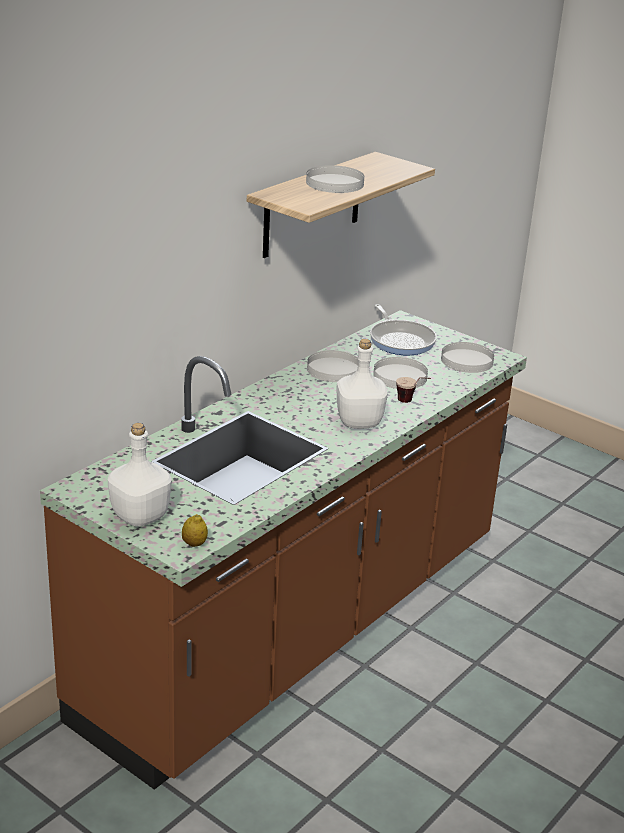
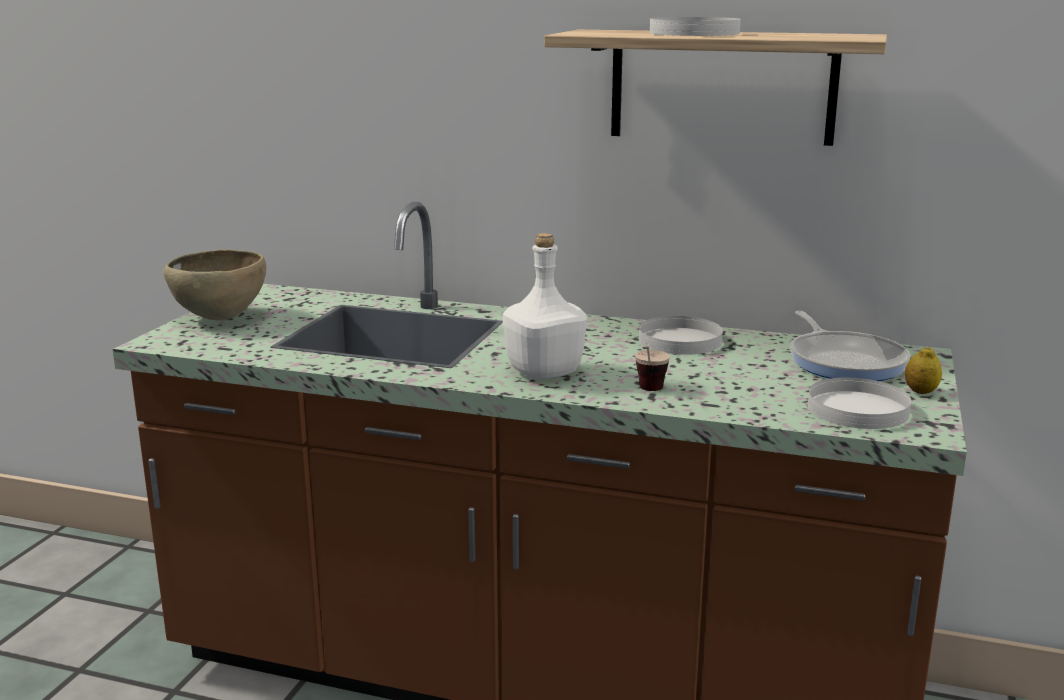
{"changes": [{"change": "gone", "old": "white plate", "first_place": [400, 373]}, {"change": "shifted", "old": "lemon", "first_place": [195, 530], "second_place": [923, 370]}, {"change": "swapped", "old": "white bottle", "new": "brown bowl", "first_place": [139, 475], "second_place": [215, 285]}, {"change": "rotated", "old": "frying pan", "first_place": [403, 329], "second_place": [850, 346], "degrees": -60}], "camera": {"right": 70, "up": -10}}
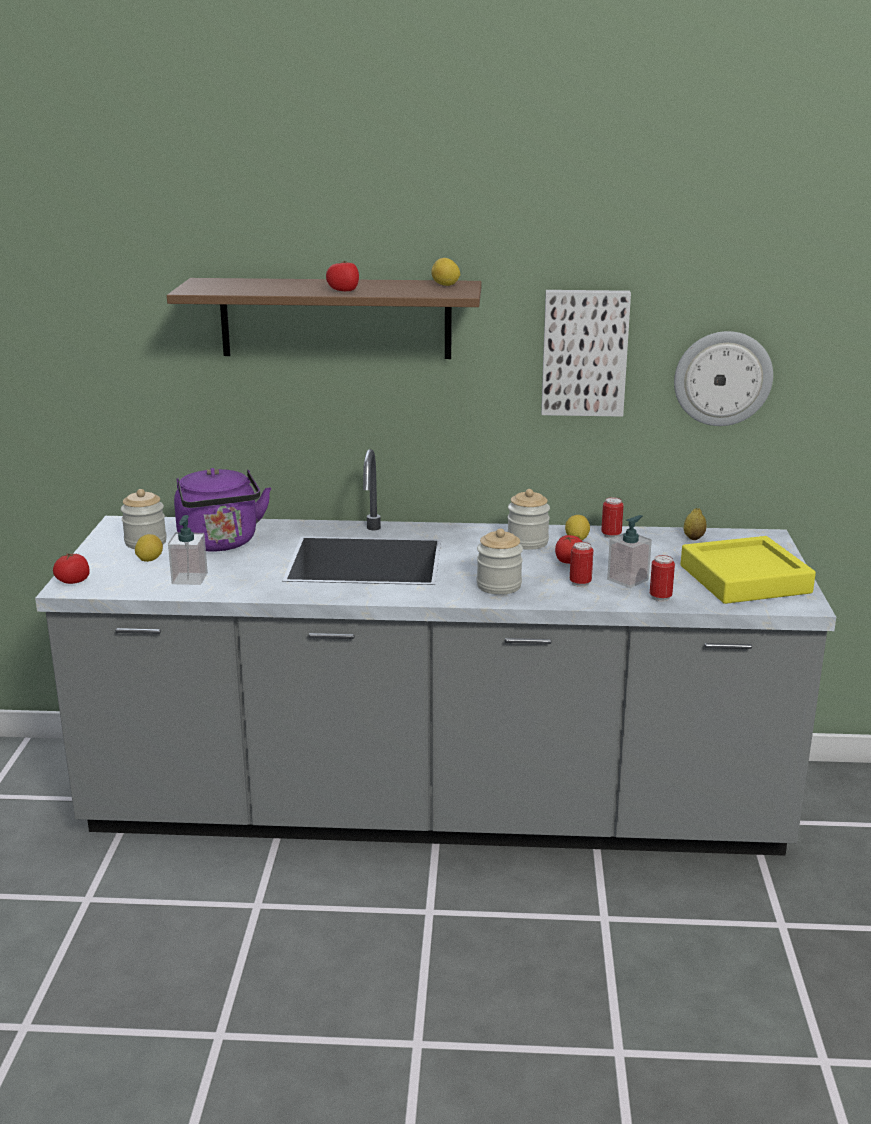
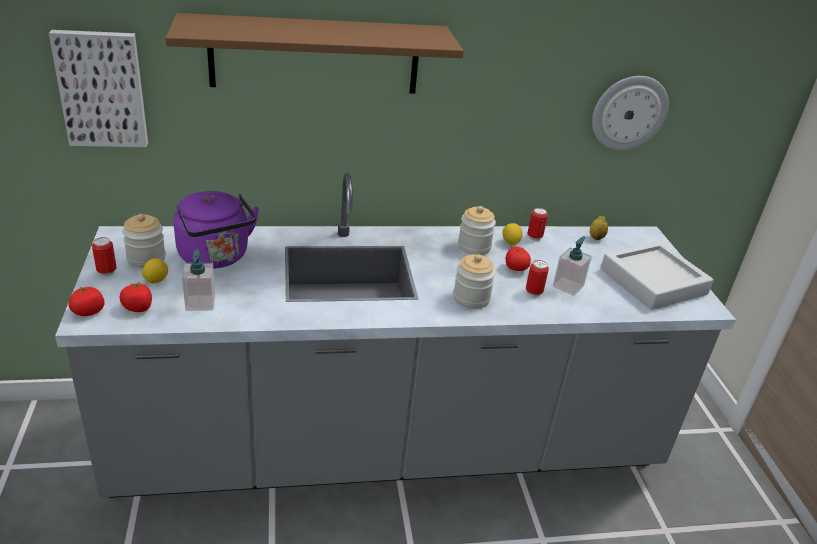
{"changes": [{"change": "gone", "old": "lemon", "first_place": [445, 272]}, {"change": "shifted", "old": "tomato", "first_place": [342, 276], "second_place": [136, 296]}, {"change": "shifted", "old": "picture", "first_place": [586, 353], "second_place": [98, 88]}, {"change": "shifted", "old": "can", "first_place": [662, 578], "second_place": [104, 256]}, {"change": "repainted", "old": "yellow tray", "new": "grey tray", "first_place": [748, 570], "second_place": [657, 276]}], "camera": {"right": -15, "up": 10}}
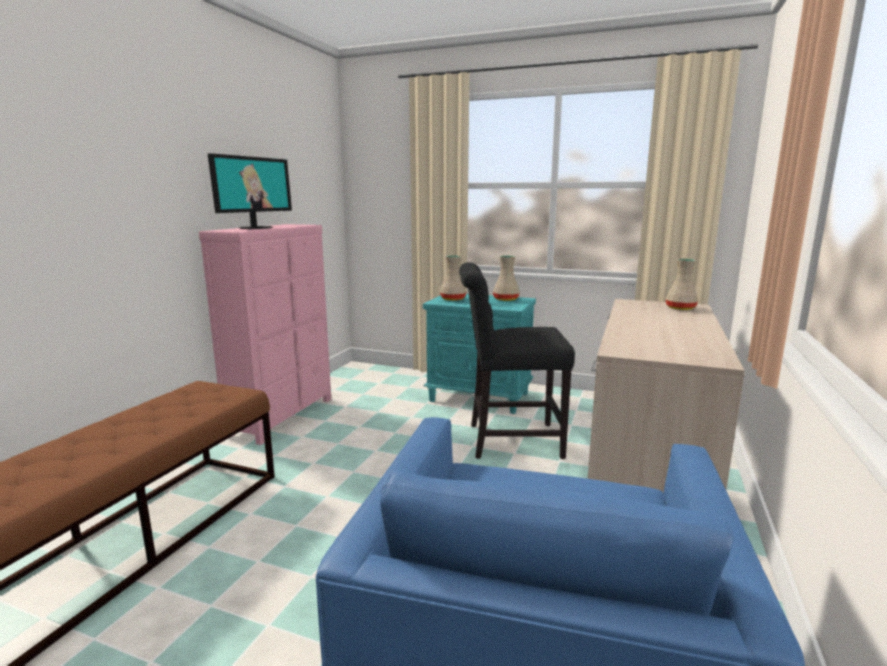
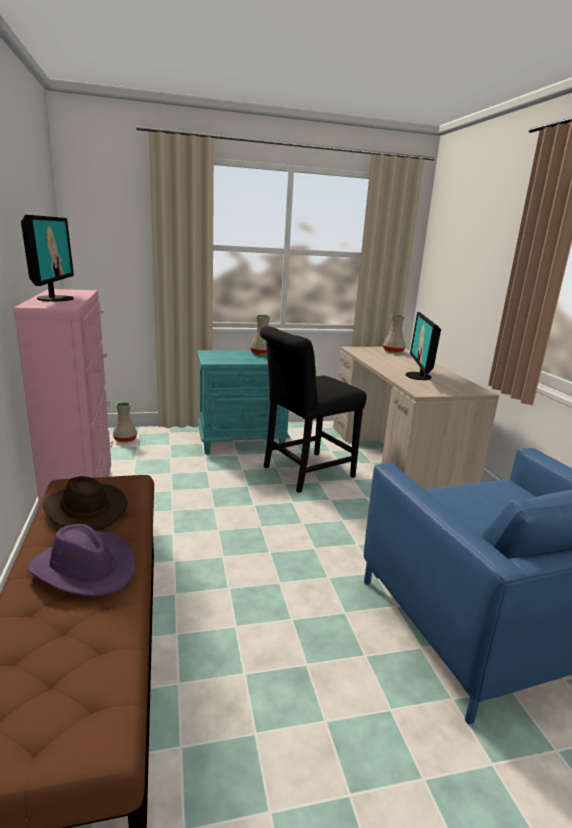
{"changes": [{"change": "new", "new": "purple hat", "second_place": [82, 560]}, {"change": "new", "new": "brown hat", "second_place": [85, 503]}, {"change": "new", "new": "monitor", "second_place": [423, 346]}, {"change": "shifted", "old": "beige vase", "first_place": [453, 278], "second_place": [125, 422]}], "camera": {"right": -35, "up": 5}}
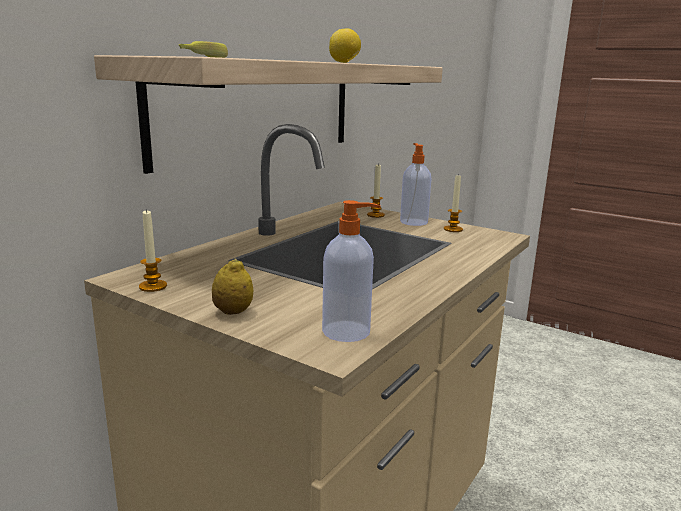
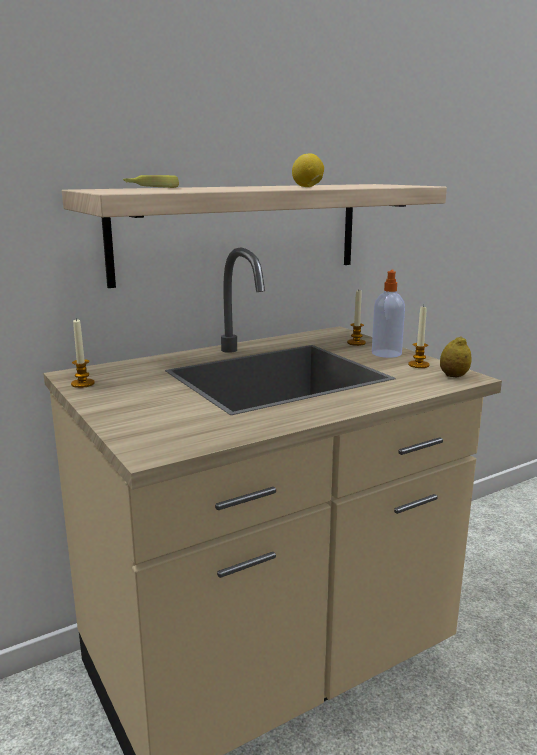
{"changes": [{"change": "gone", "old": "soap dispenser", "first_place": [351, 271]}, {"change": "shifted", "old": "lemon", "first_place": [232, 287], "second_place": [456, 356]}], "camera": {"right": 25, "up": 0}}
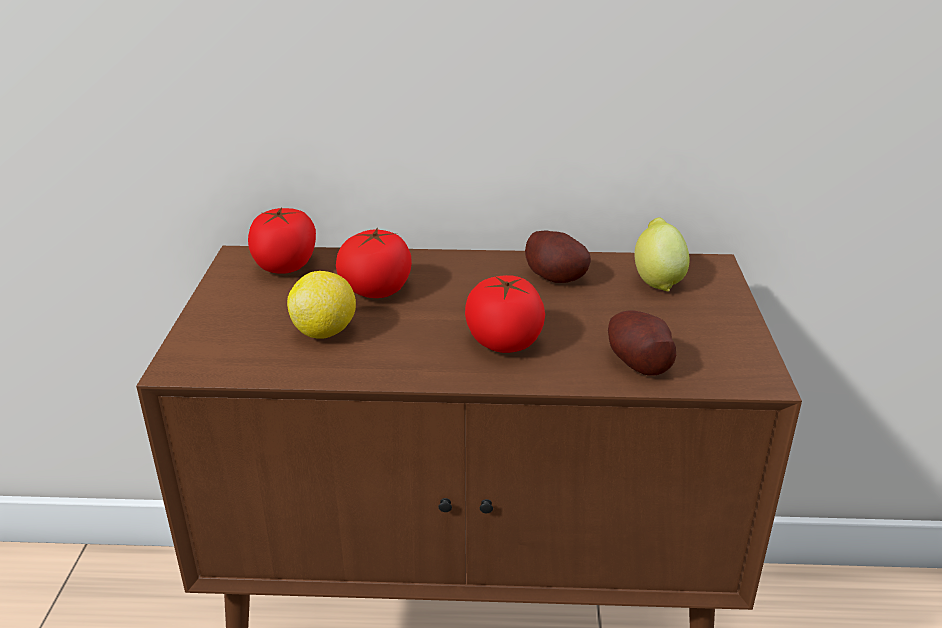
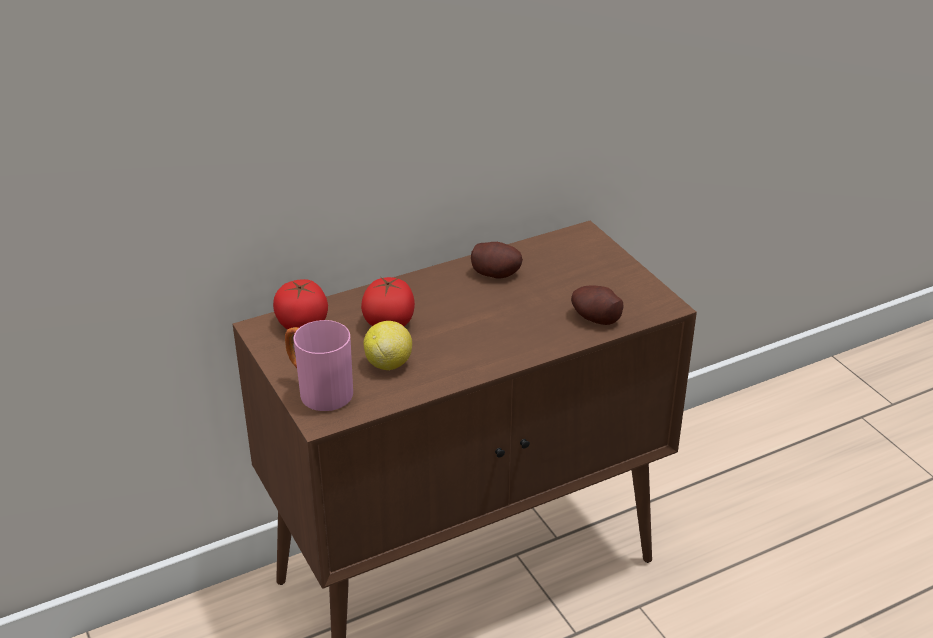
{"changes": [{"change": "gone", "old": "tomato", "first_place": [505, 314]}, {"change": "gone", "old": "lemon", "first_place": [662, 254]}, {"change": "new", "new": "pink mug", "second_place": [319, 365]}], "camera": {"right": -30, "up": 5}}
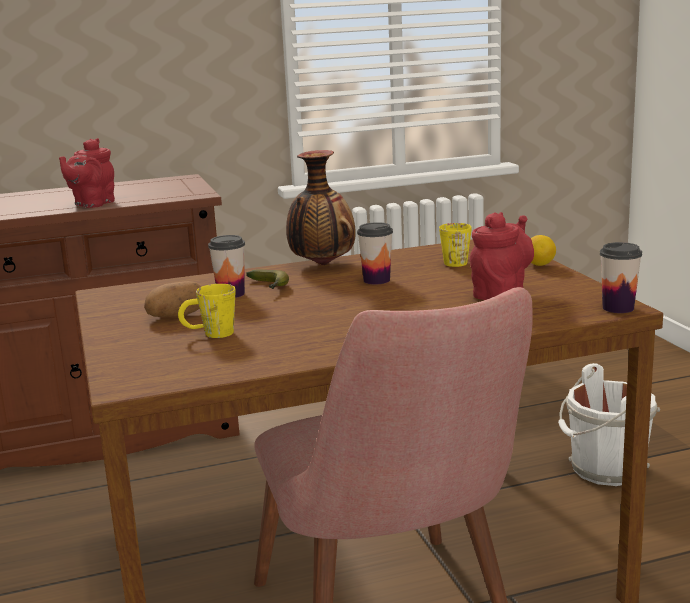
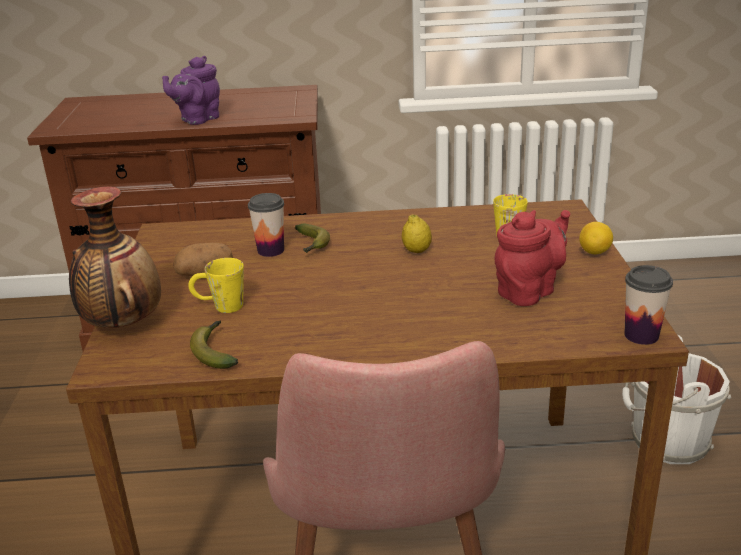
{"changes": [{"change": "new", "new": "banana", "second_place": [214, 344]}, {"change": "shifted", "old": "vase", "first_place": [321, 207], "second_place": [115, 257]}, {"change": "swapped", "old": "cup", "new": "lemon", "first_place": [375, 253], "second_place": [417, 233]}, {"change": "repainted", "old": "red teapot", "new": "purple teapot", "first_place": [87, 173], "second_place": [191, 90]}], "camera": {"right": 15, "up": 10}}
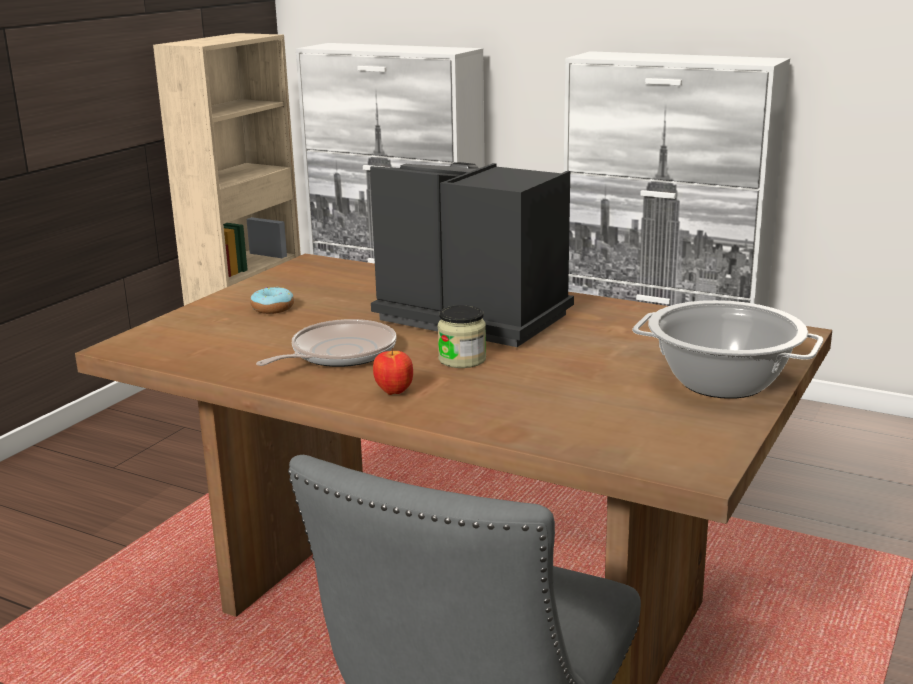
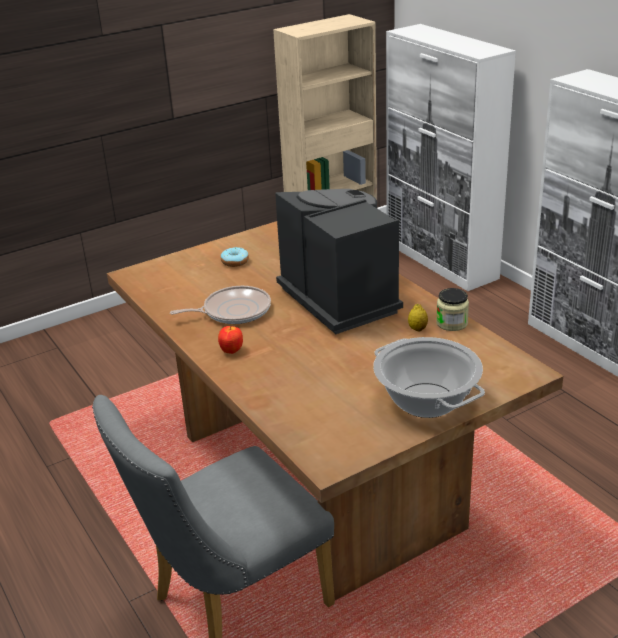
{"changes": [{"change": "new", "new": "lemon", "second_place": [418, 317]}, {"change": "shifted", "old": "jar", "first_place": [462, 336], "second_place": [452, 309]}], "camera": {"right": 30, "up": 10}}
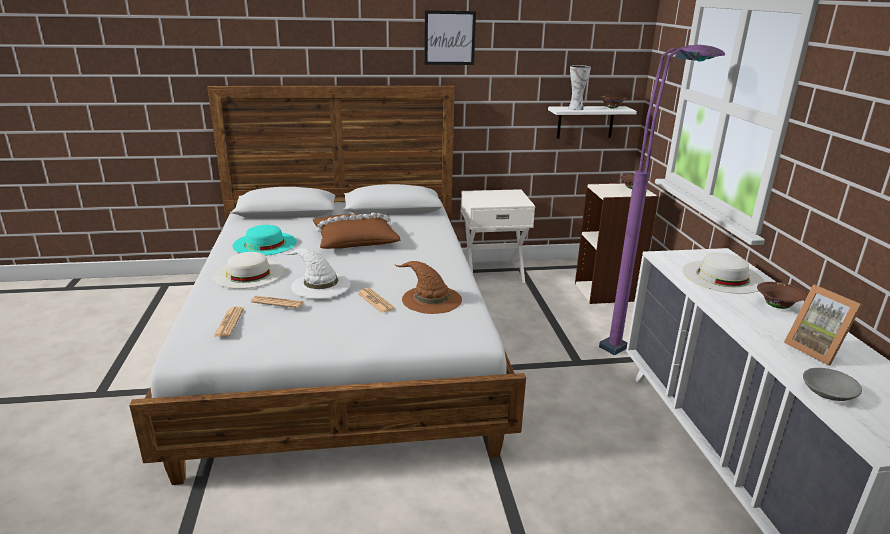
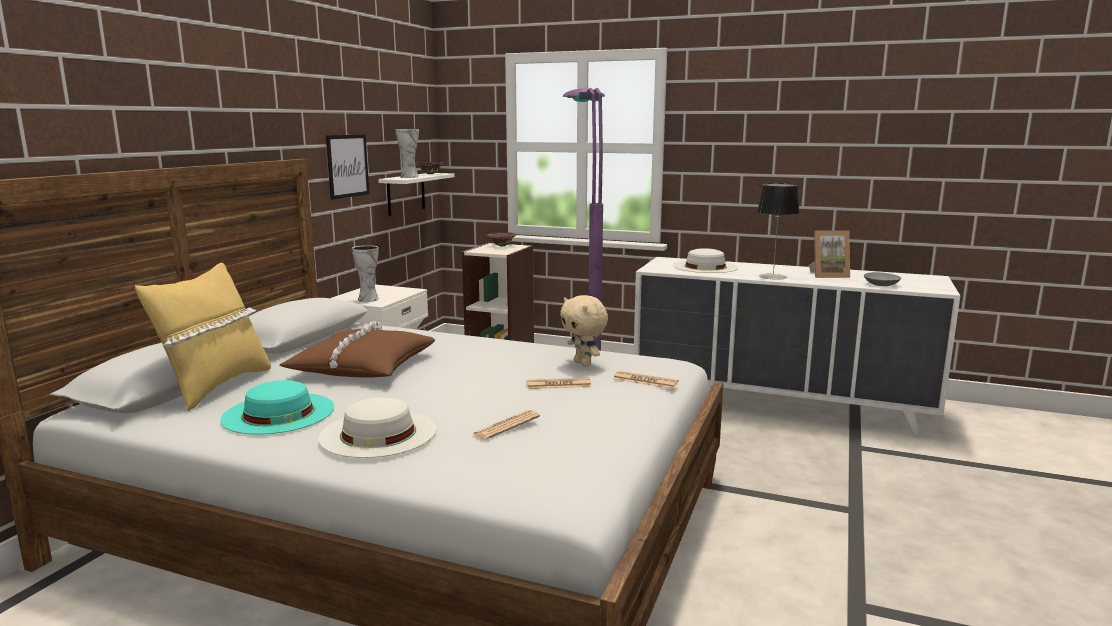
{"changes": [{"change": "gone", "old": "white hat", "first_place": [317, 273]}, {"change": "gone", "old": "brown bowl", "first_place": [782, 295]}, {"change": "new", "new": "yellow pillow", "second_place": [203, 337]}, {"change": "new", "new": "vase", "second_place": [365, 273]}, {"change": "new", "new": "table lamp", "second_place": [778, 232]}, {"change": "shifted", "old": "newspaper", "first_place": [228, 322], "second_place": [645, 380]}, {"change": "shifted", "old": "picture", "first_place": [450, 37], "second_place": [347, 167]}, {"change": "swapped", "old": "brown hat", "new": "beige plush toy", "first_place": [429, 287], "second_place": [584, 331]}], "camera": {"right": -60, "up": -10}}
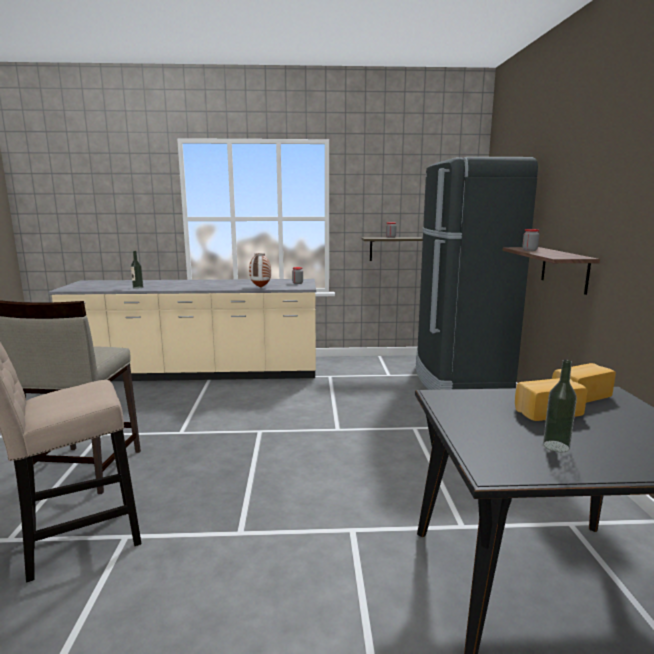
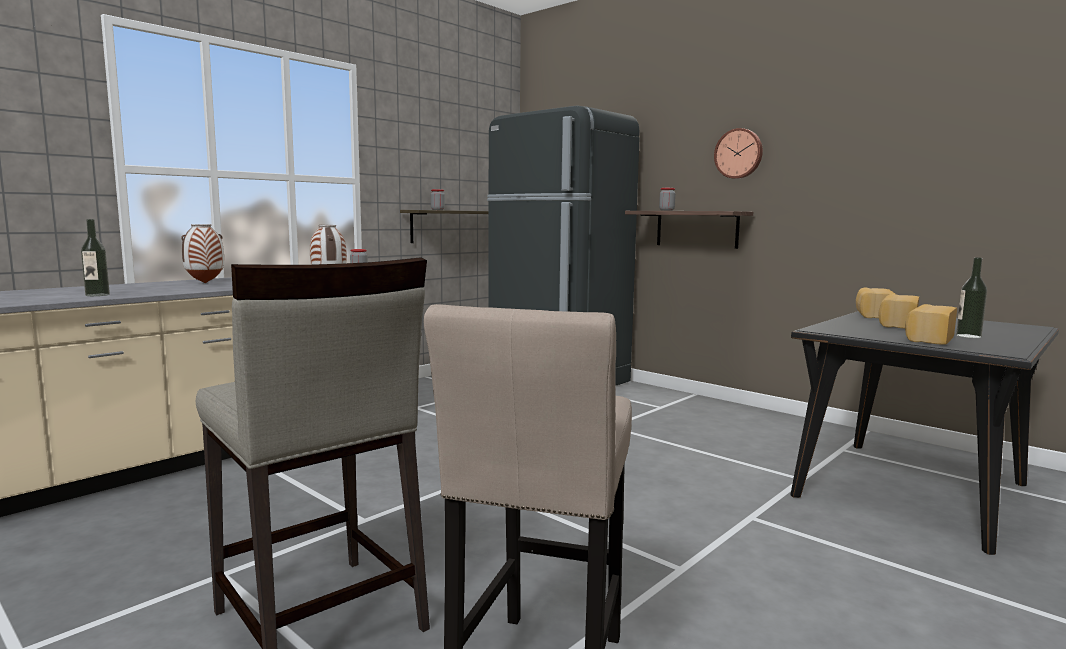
{"changes": [{"change": "new", "new": "vase", "second_place": [202, 253]}, {"change": "new", "new": "wall clock", "second_place": [738, 153]}, {"change": "new", "new": "bread", "second_place": [931, 324]}], "camera": {"right": -45, "up": -5}}
